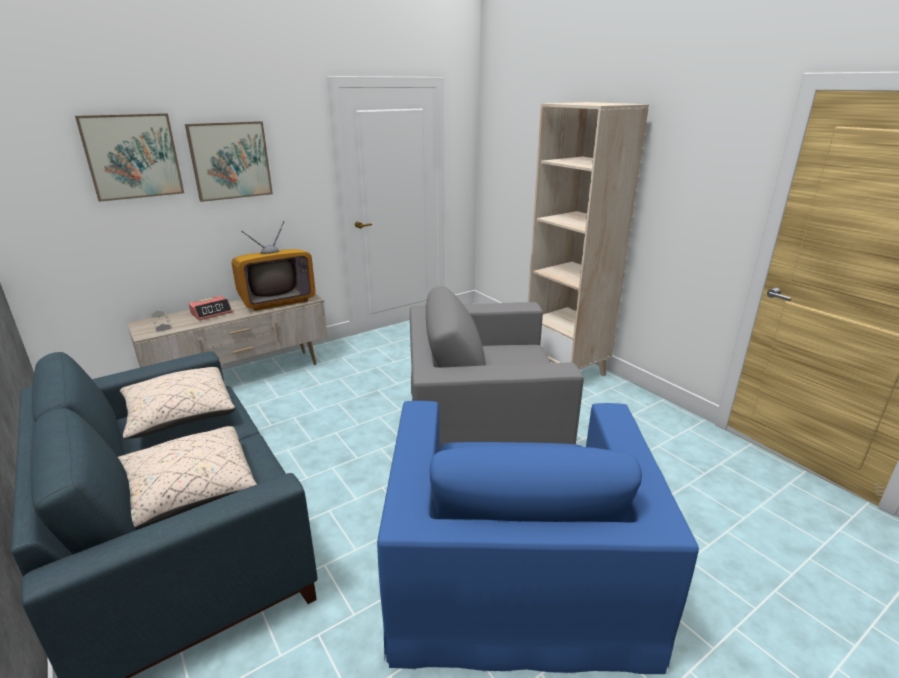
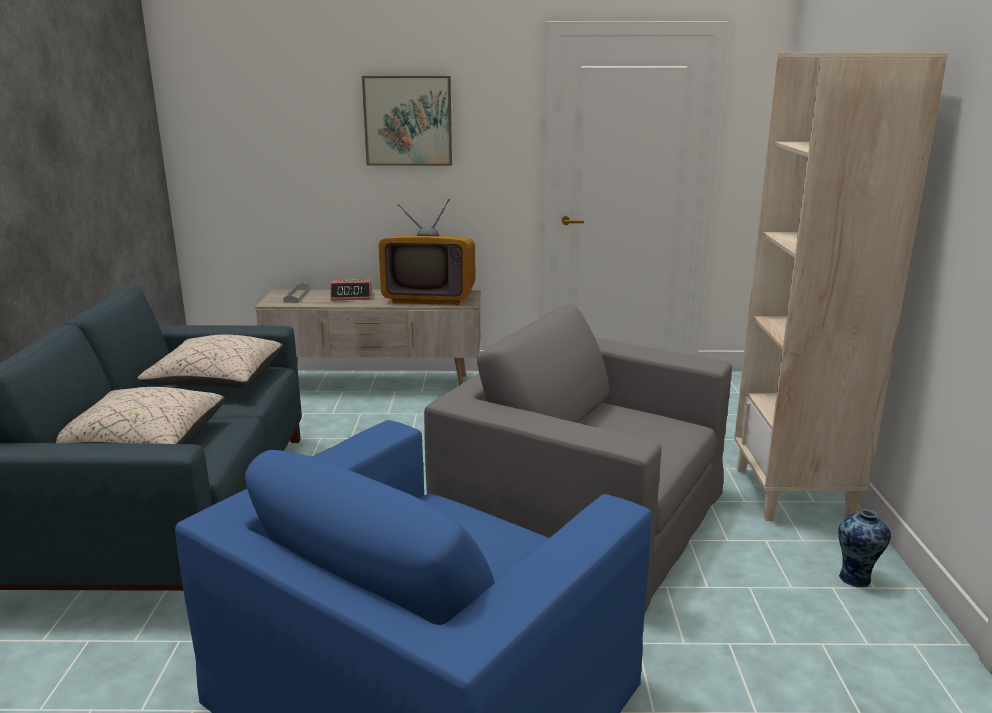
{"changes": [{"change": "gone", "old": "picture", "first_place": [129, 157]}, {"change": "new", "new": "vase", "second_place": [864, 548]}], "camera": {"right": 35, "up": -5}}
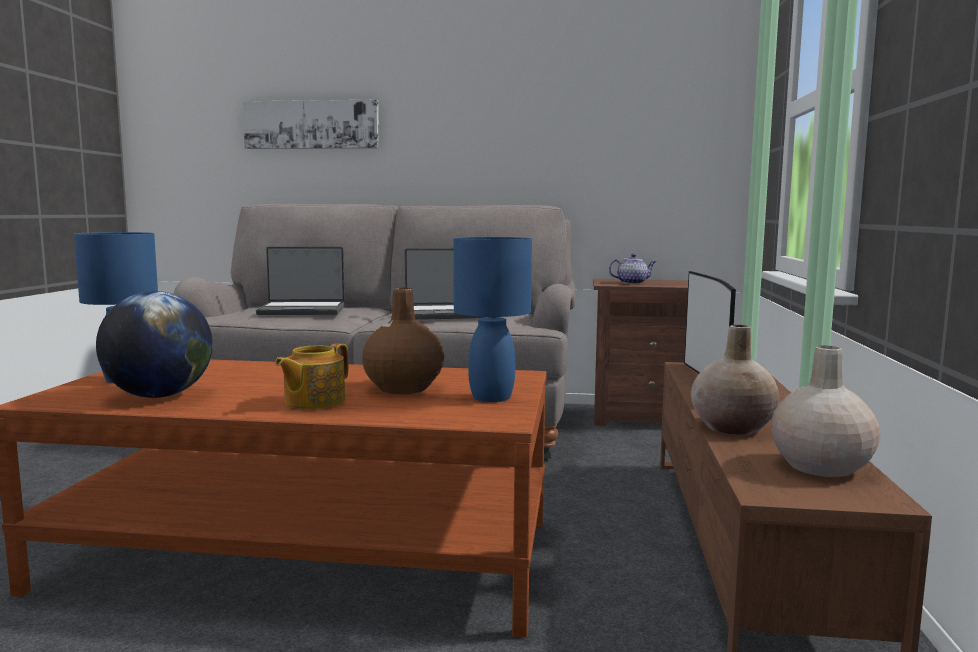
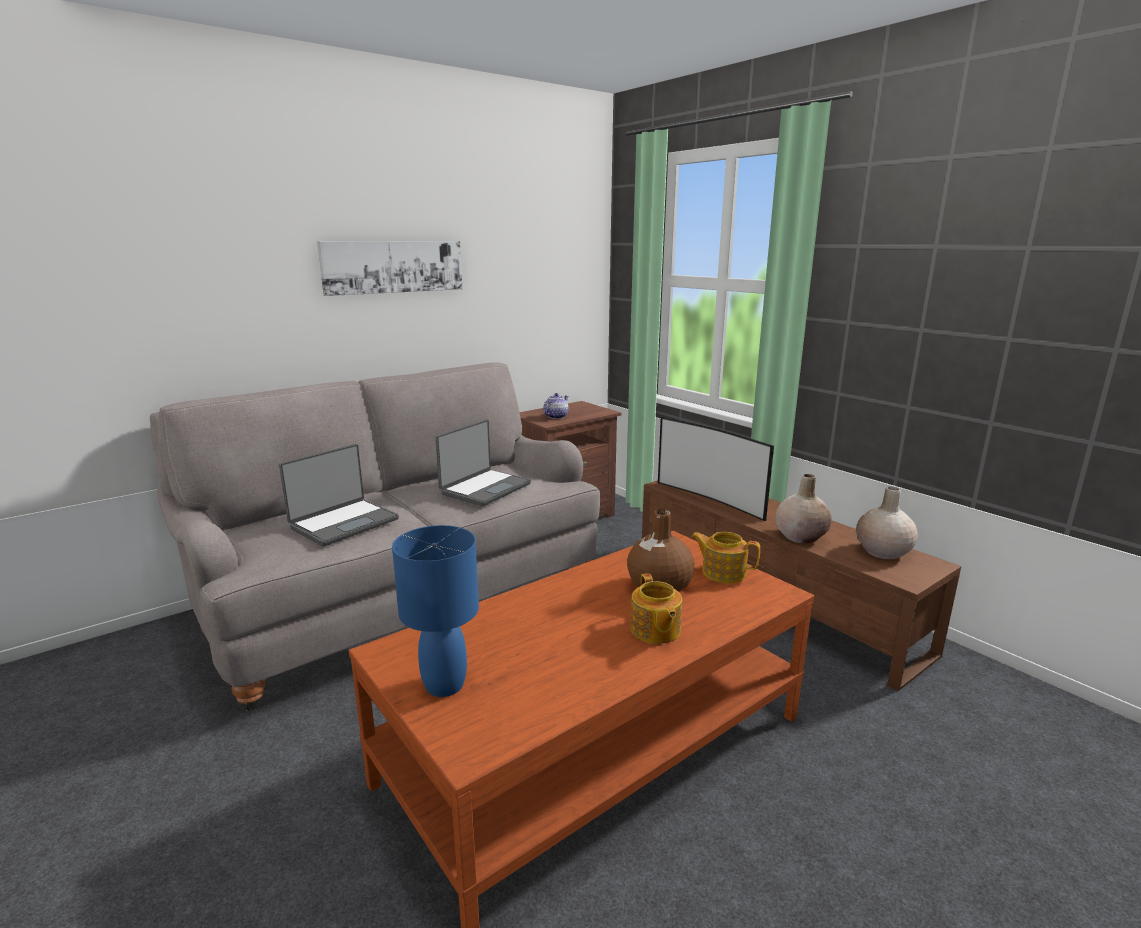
{"changes": [{"change": "gone", "old": "globe", "first_place": [154, 344]}, {"change": "shifted", "old": "picture", "first_place": [311, 124], "second_place": [389, 268]}, {"change": "swapped", "old": "blue table lamp", "new": "teapot", "first_place": [493, 319], "second_place": [725, 557]}], "camera": {"right": -45, "up": 10}}
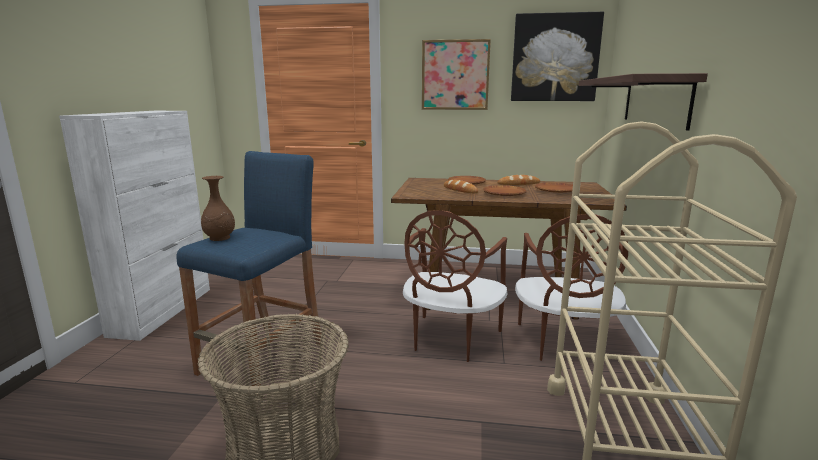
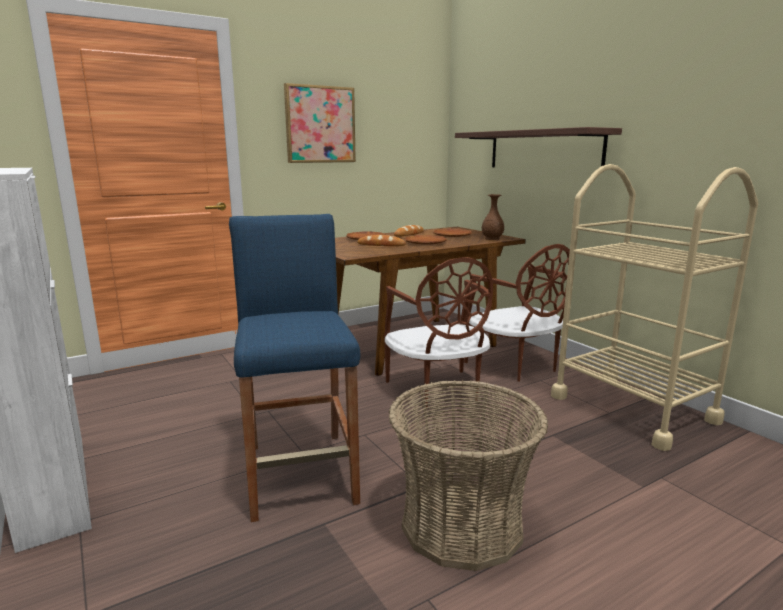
{"changes": [{"change": "gone", "old": "picture", "first_place": [557, 56]}, {"change": "shifted", "old": "brown vase", "first_place": [218, 208], "second_place": [493, 217]}], "camera": {"right": -40, "up": 0}}
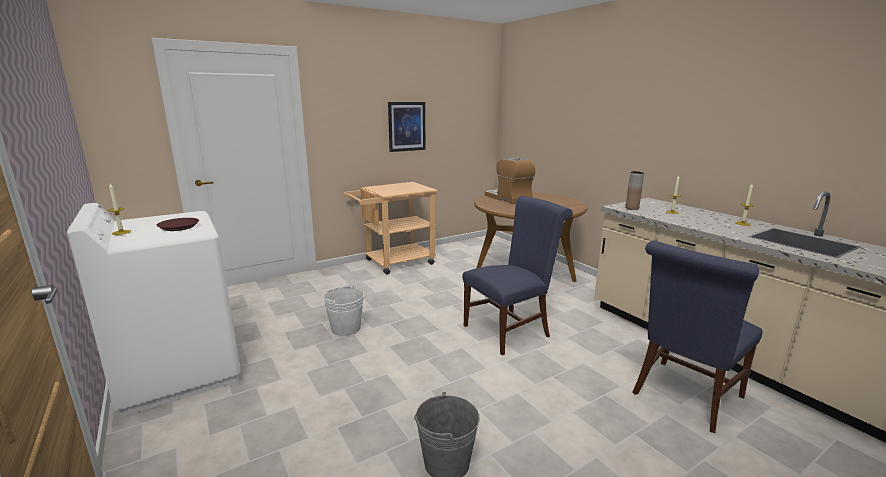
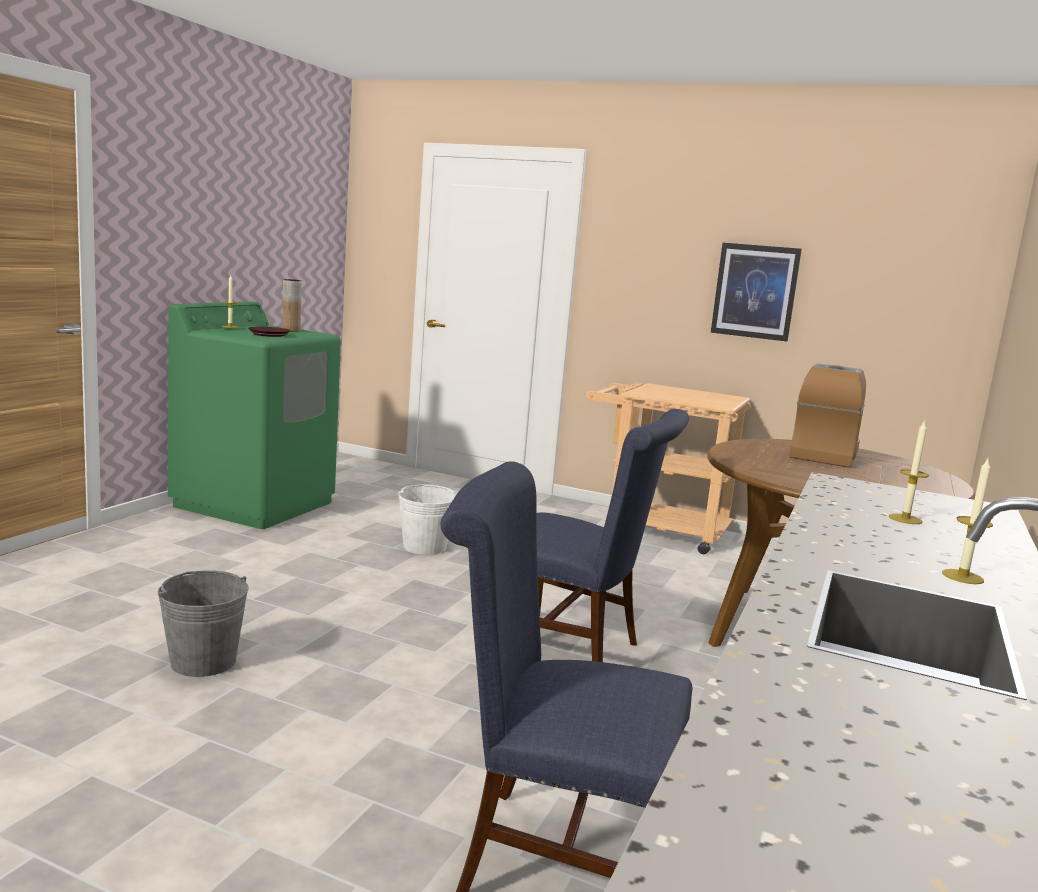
{"changes": [{"change": "shifted", "old": "brown vase", "first_place": [634, 190], "second_place": [292, 305]}, {"change": "repainted", "old": "white washing machine", "new": "green washing machine", "first_place": [154, 310], "second_place": [254, 415]}], "camera": {"right": 55, "up": -5}}
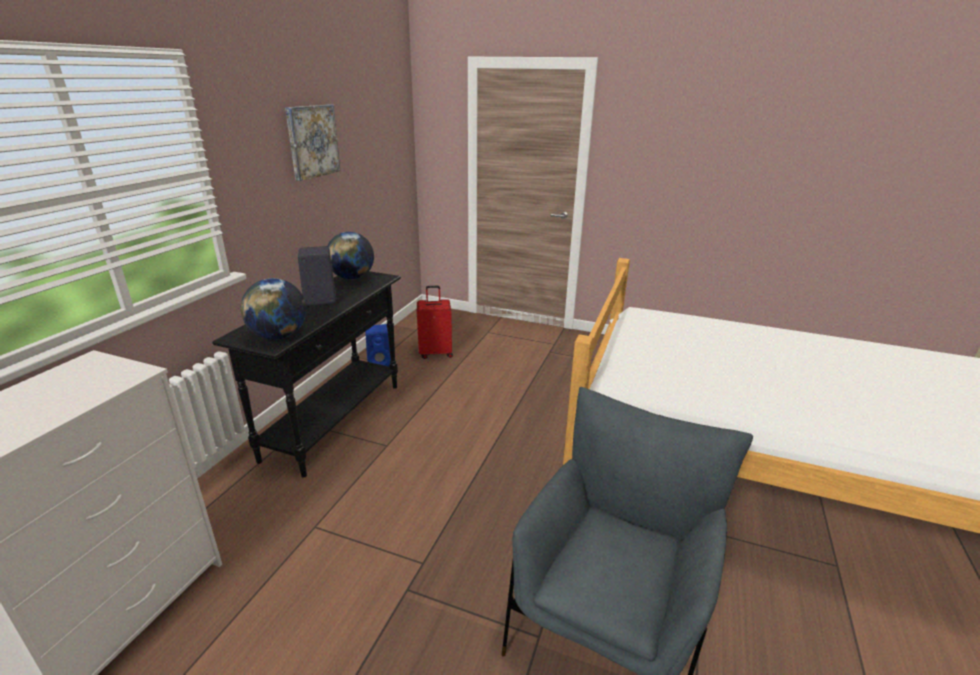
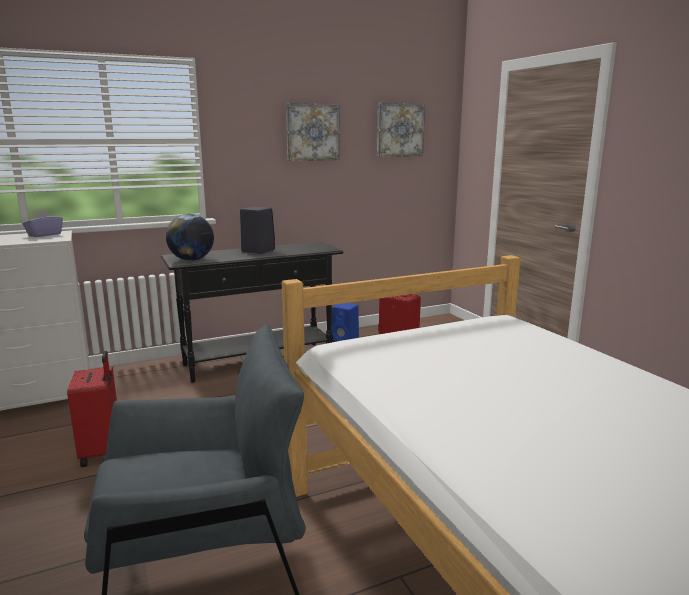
{"changes": [{"change": "gone", "old": "globe", "first_place": [350, 256]}, {"change": "new", "new": "purple tissue box", "second_place": [43, 223]}, {"change": "new", "new": "red suitcase", "second_place": [92, 409]}, {"change": "new", "new": "picture", "second_place": [401, 130]}], "camera": {"right": 45, "up": -10}}
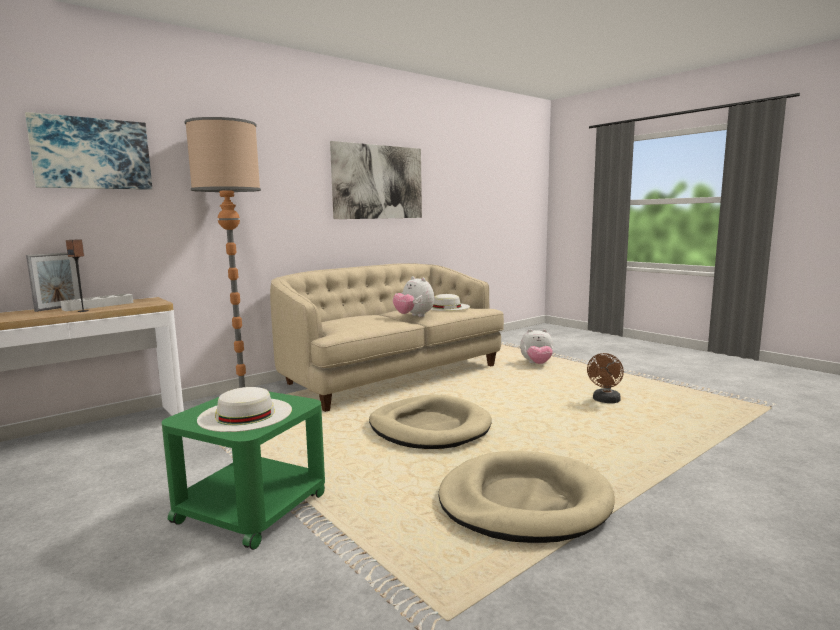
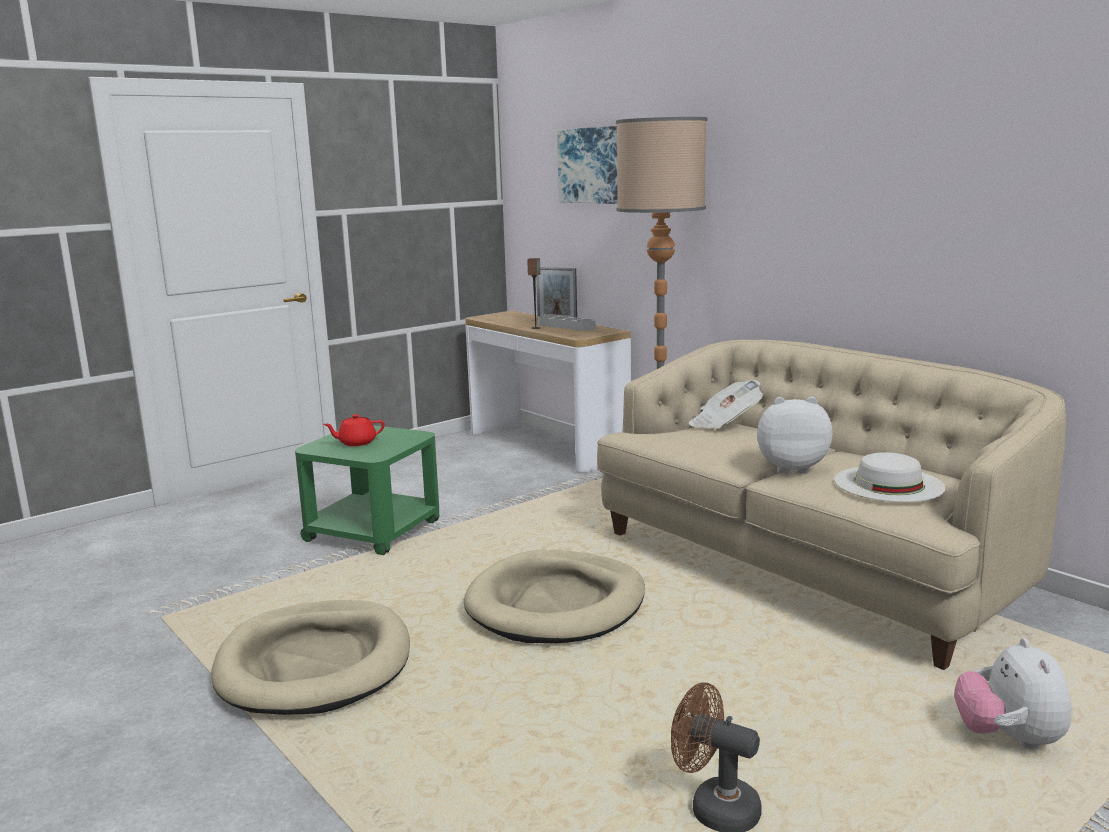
{"changes": [{"change": "gone", "old": "picture", "first_place": [376, 180]}, {"change": "new", "new": "newspaper", "second_place": [726, 404]}, {"change": "swapped", "old": "white hat", "new": "red teapot", "first_place": [244, 409], "second_place": [354, 430]}, {"change": "rotated", "old": "plush toy", "first_place": [413, 296], "second_place": [794, 435], "degrees": 45}], "camera": {"right": 90, "up": 5}}
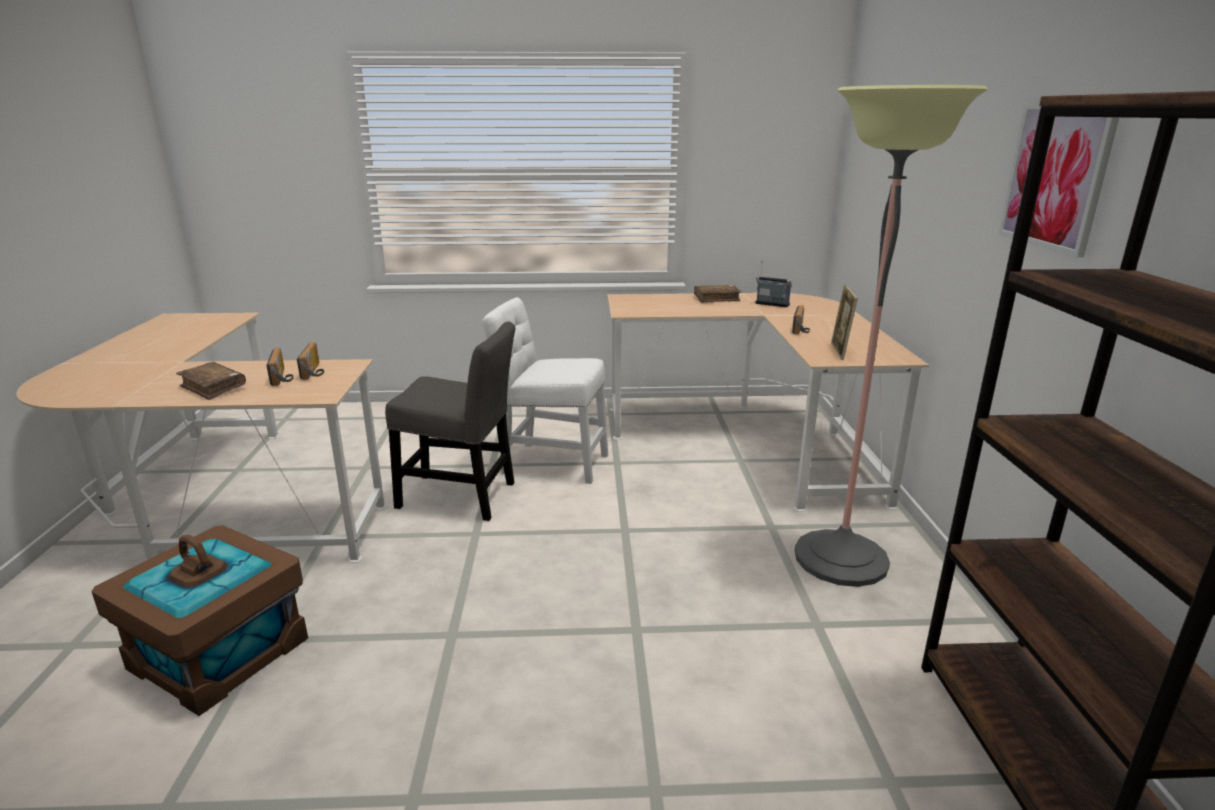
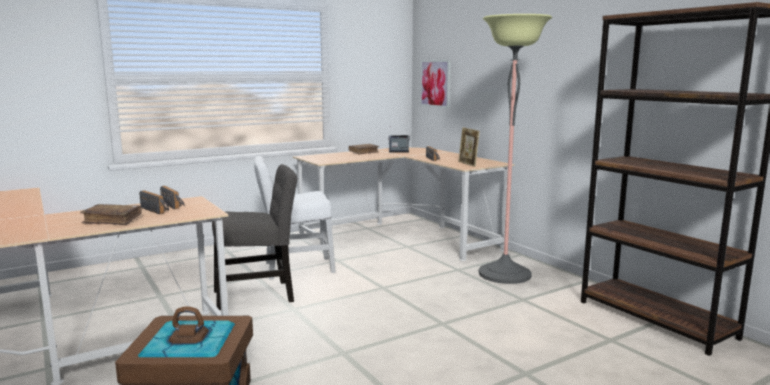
{"changes": [{"change": "shifted", "old": "picture", "first_place": [1059, 180], "second_place": [435, 84]}], "camera": {"right": -30, "up": -10}}
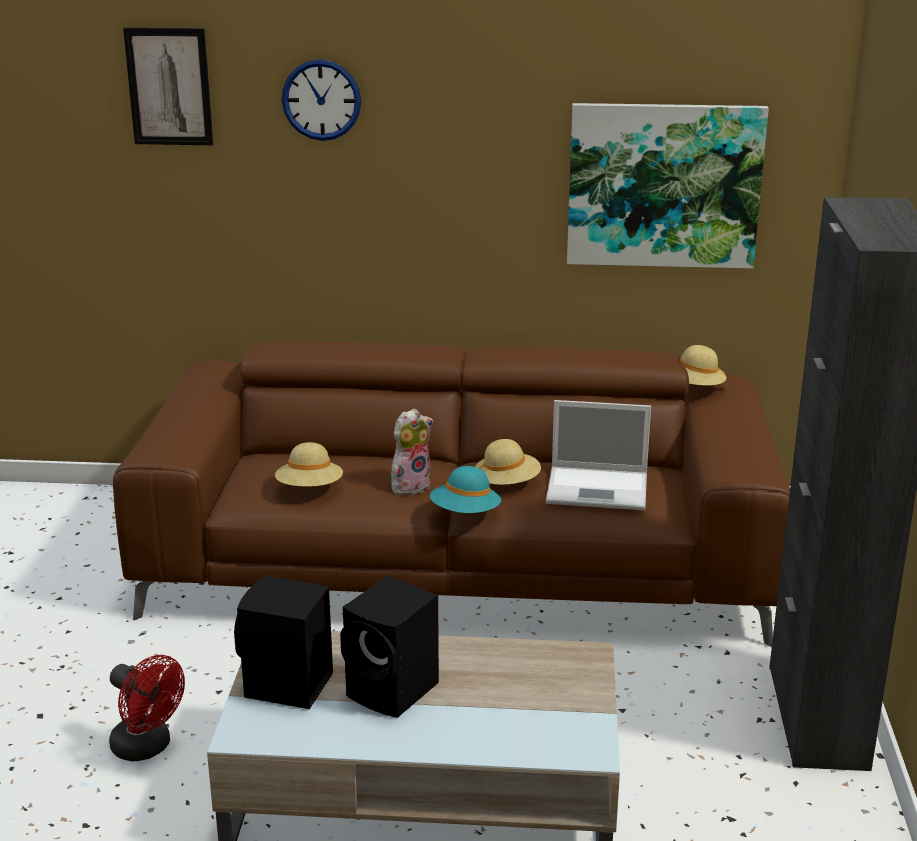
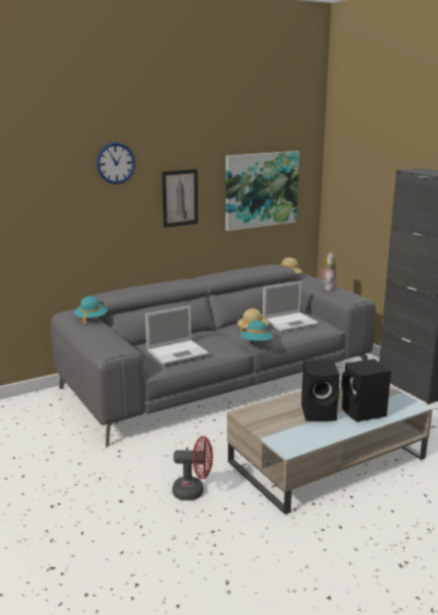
{"changes": [{"change": "new", "new": "turquoise hat", "second_place": [91, 310]}, {"change": "shifted", "old": "picture", "first_place": [168, 86], "second_place": [180, 198]}, {"change": "shifted", "old": "black speaker", "first_place": [283, 642], "second_place": [366, 390]}, {"change": "shifted", "old": "plush toy", "first_place": [412, 452], "second_place": [328, 271]}, {"change": "swapped", "old": "beige hat", "new": "laptop", "first_place": [309, 464], "second_place": [177, 335]}, {"change": "repainted", "old": "brown sofa", "new": "grey sofa", "first_place": [451, 494], "second_place": [213, 356]}], "camera": {"right": -35, "up": -5}}
